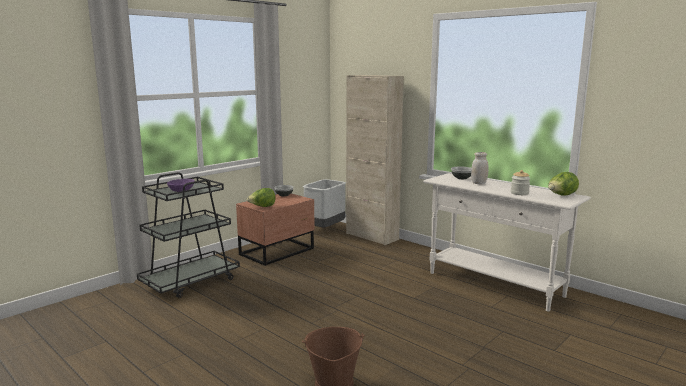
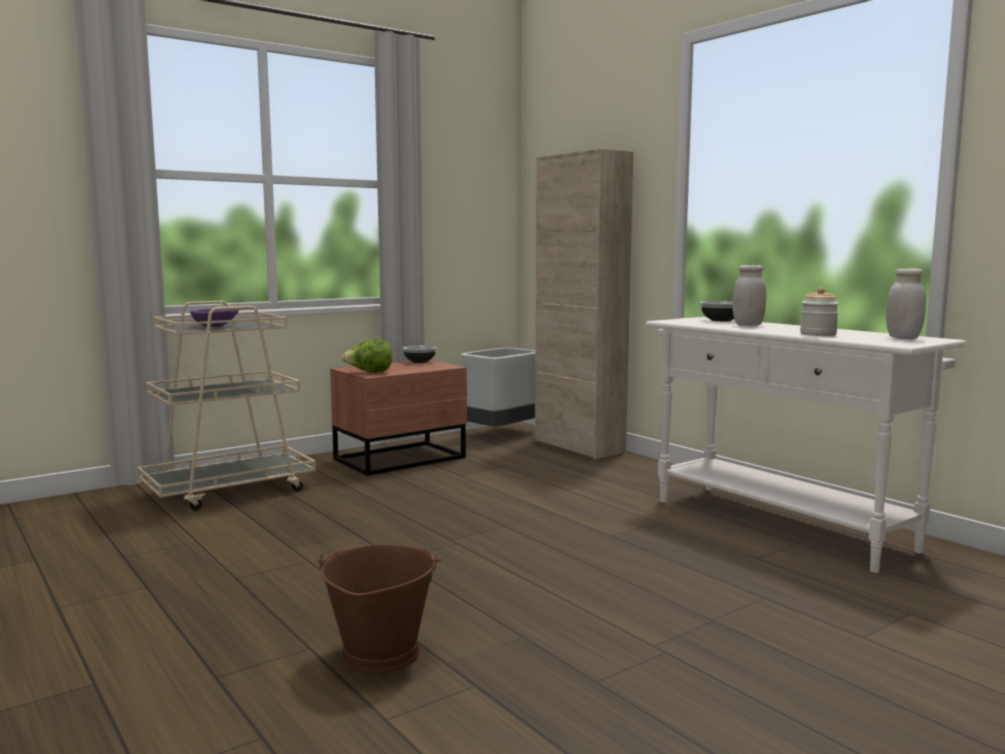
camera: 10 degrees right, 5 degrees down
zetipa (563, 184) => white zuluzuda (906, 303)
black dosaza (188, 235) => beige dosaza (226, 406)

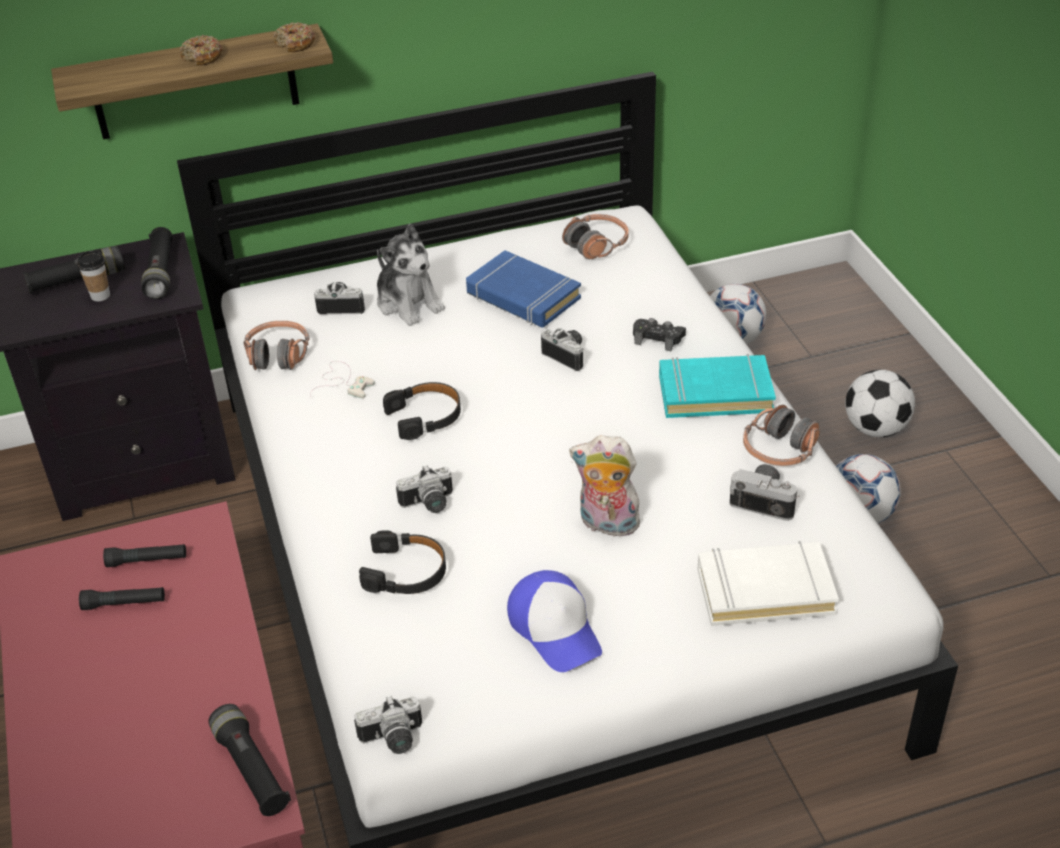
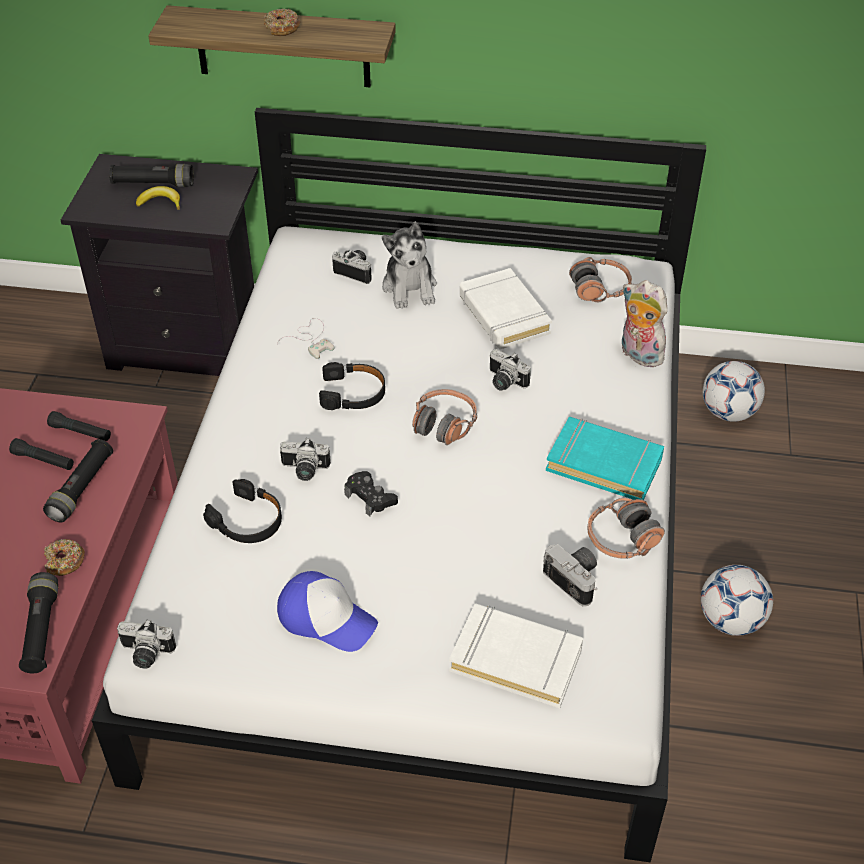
camera: 25 degrees right, 5 degrees up
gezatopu (880, 403) => nothing
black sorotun (157, 263) => black sorotun (78, 480), relocated
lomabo (276, 345) => lomabo (444, 417), relocated
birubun (294, 37) => birubun (64, 557), relocated
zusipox (604, 485) => zusipox (645, 323), relocated
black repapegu (659, 334) => black repapegu (371, 494), relocated
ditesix (93, 276) => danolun (158, 198)
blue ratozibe (523, 289) => white ratozibe (506, 308)
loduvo (554, 621) => loduvo (327, 611), 60 degrees counterclockwise
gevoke (562, 349) => gevoke (510, 370), 150 degrees clockwise

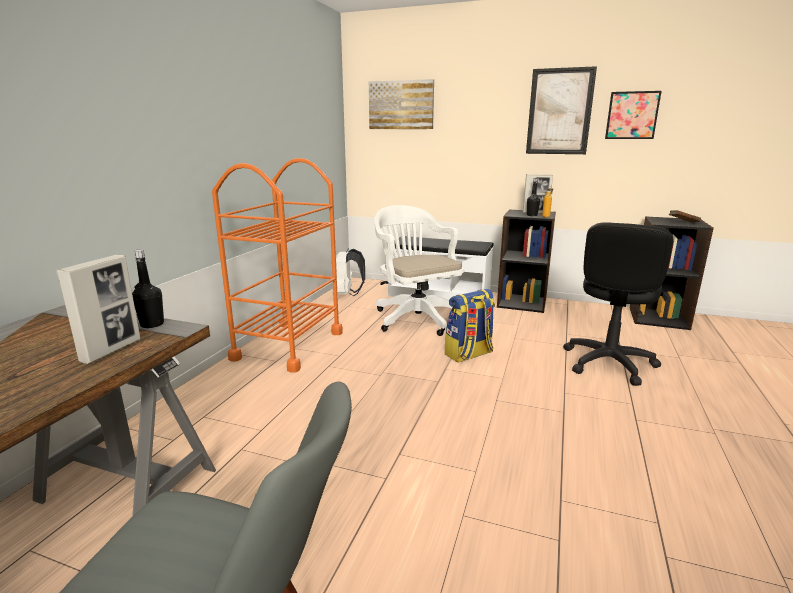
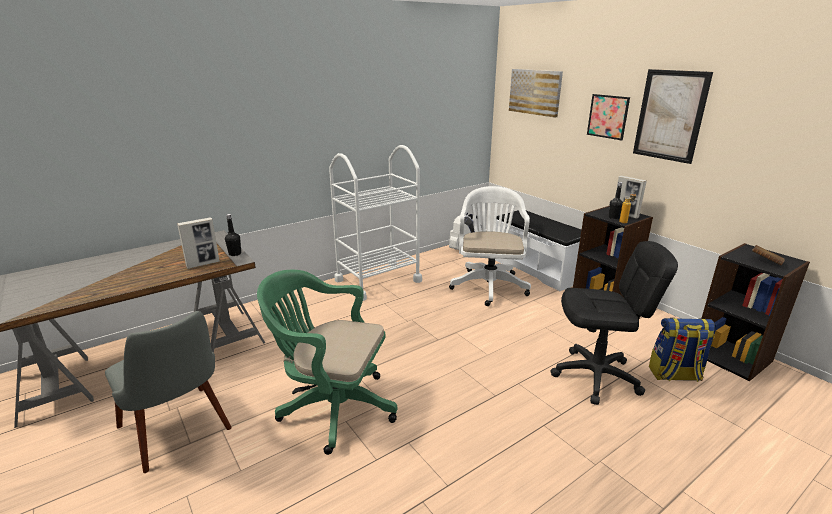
camera: 35 degrees right, 5 degrees up
nothing => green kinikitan (327, 362)
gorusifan (470, 326) => gorusifan (682, 350), relocated
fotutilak (633, 115) => fotutilak (608, 117), relocated
orange dosaza (277, 265) => white dosaza (375, 223)
black kinikitan (618, 304) => black kinikitan (614, 323), 150 degrees counterclockwise

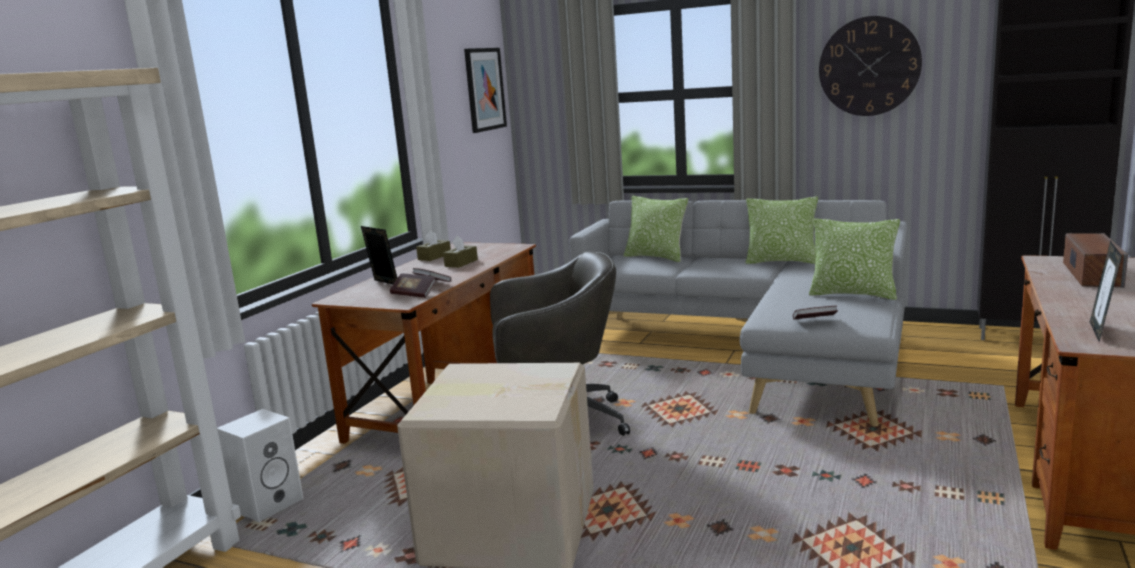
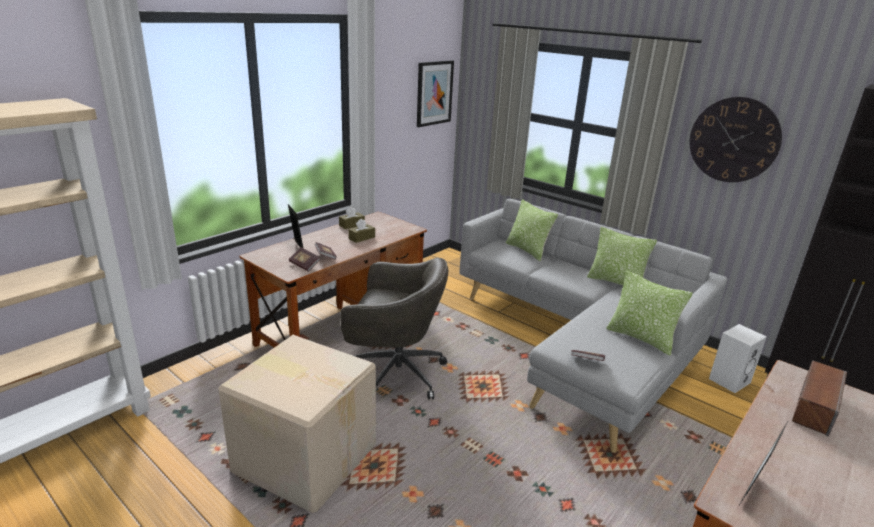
camera: 15 degrees right, 10 degrees up
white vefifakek (260, 465) => white vefifakek (738, 358), relocated

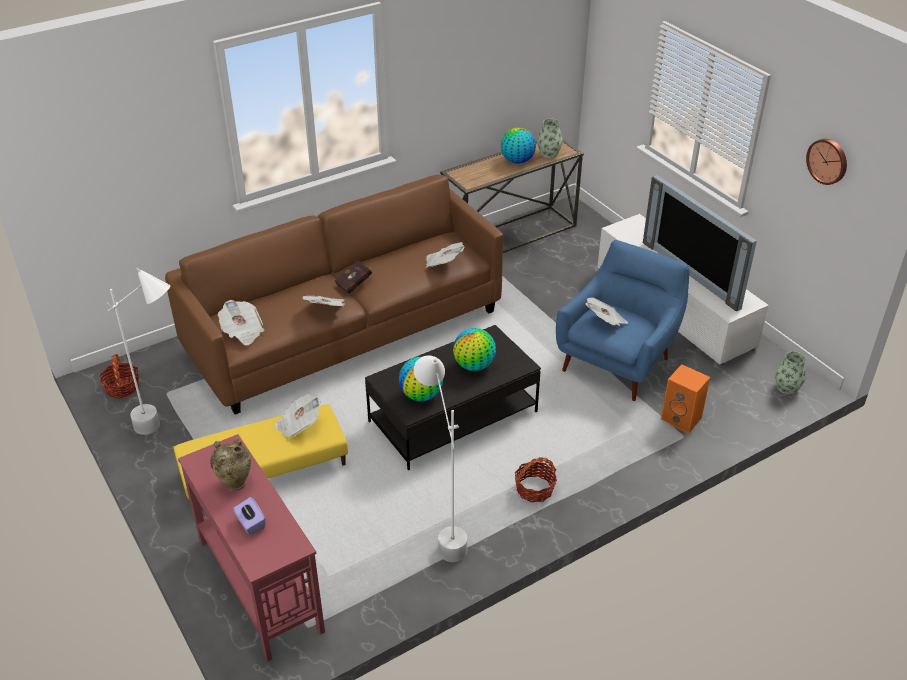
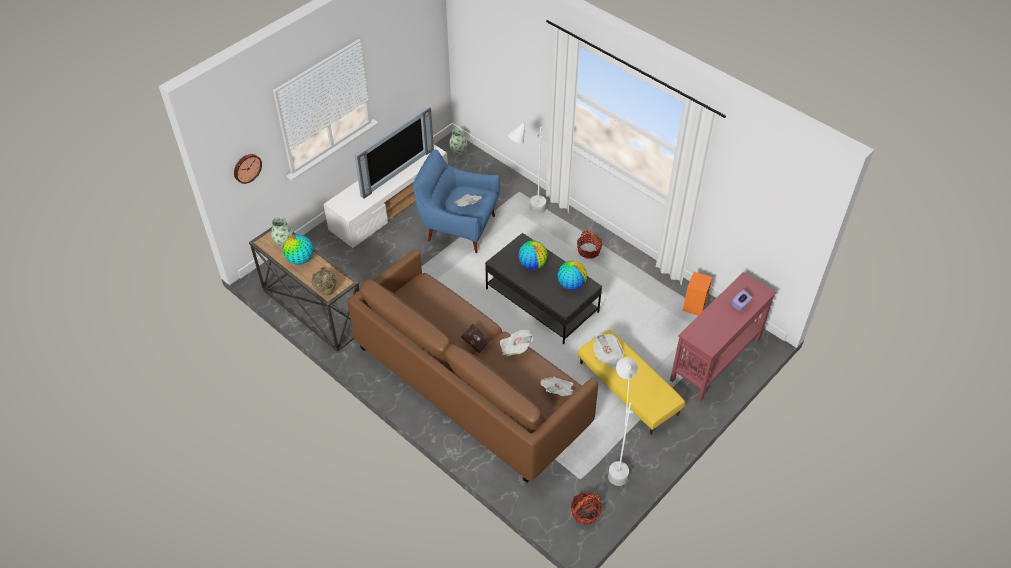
camera: 105 degrees left, 10 degrees up
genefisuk (445, 254) => nothing
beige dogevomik (231, 465) => beige dogevomik (324, 281), relocated
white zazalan (440, 458) => white zazalan (528, 167), relocated
orange vefifakek (685, 399) => orange vefifakek (697, 294), relocated
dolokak (826, 162) => dolokak (248, 169), relocated

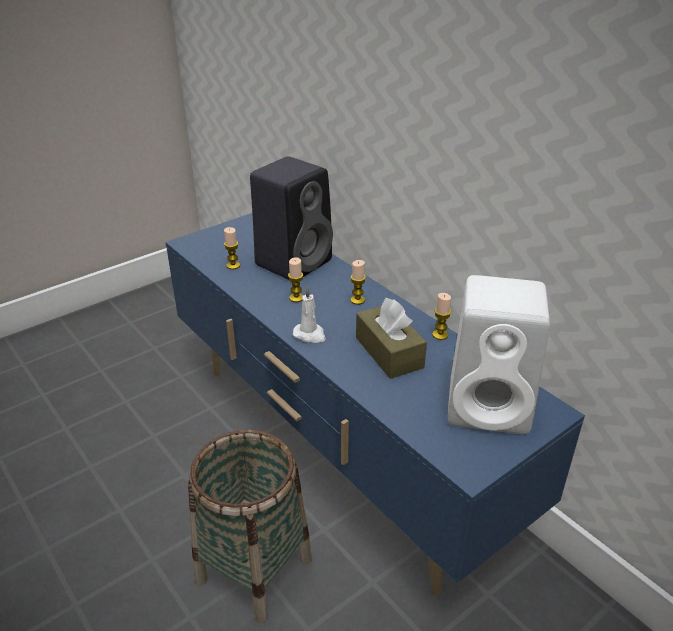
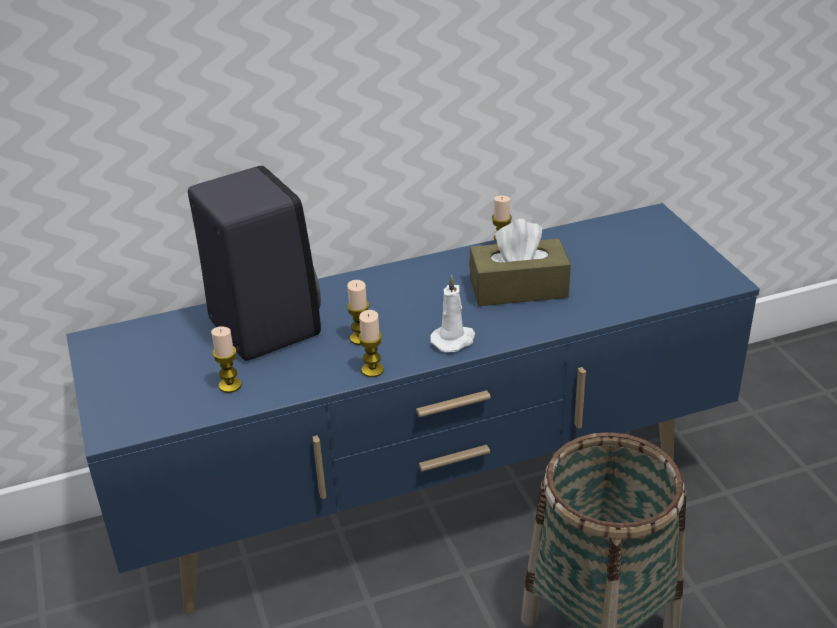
camera: 70 degrees left, 0 degrees up
white vefifakek (499, 354) => nothing
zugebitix (358, 282) => zugebitix (371, 343), relocated

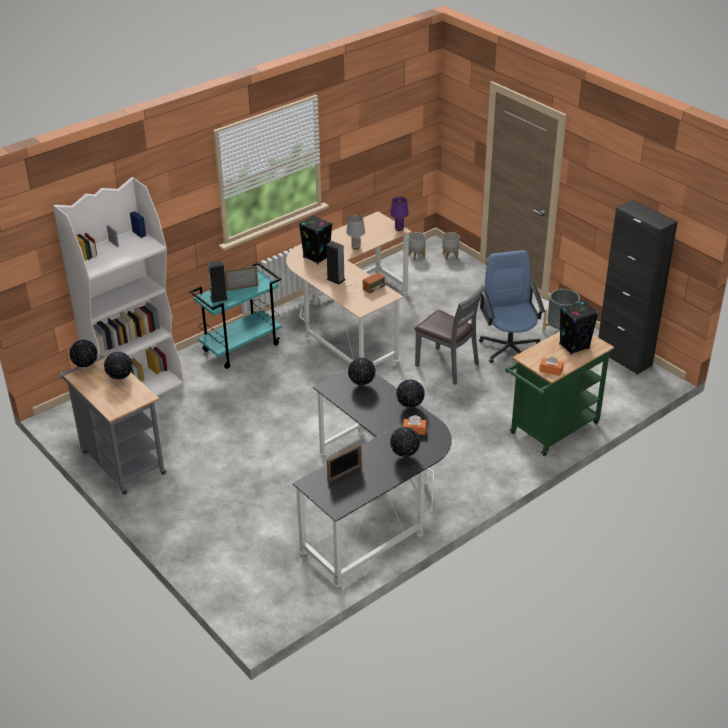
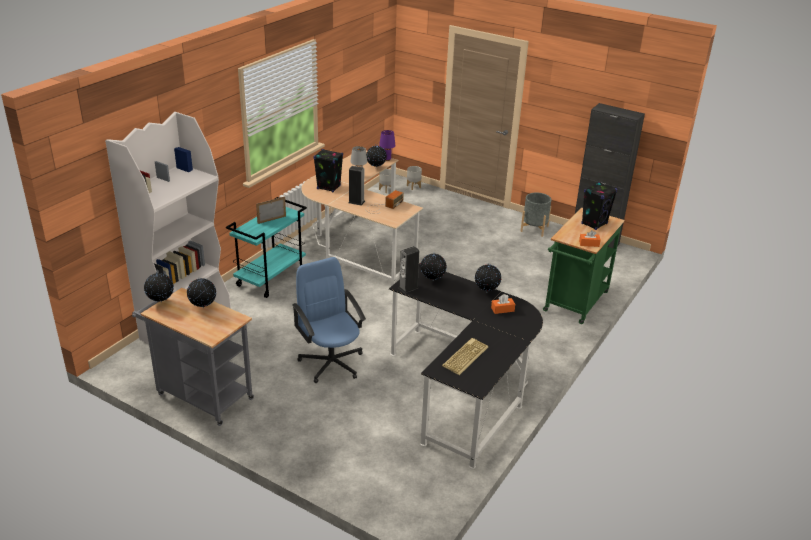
camera: 20 degrees left, 5 degrees down
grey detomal (450, 335) => nothing
vefifakek (218, 281) => vefifakek (408, 269), relocated
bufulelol (405, 442) => bufulelol (376, 157), relocated
blue kinikitan (512, 306) => blue kinikitan (329, 320), relocated
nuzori (344, 463) => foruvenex (465, 356)

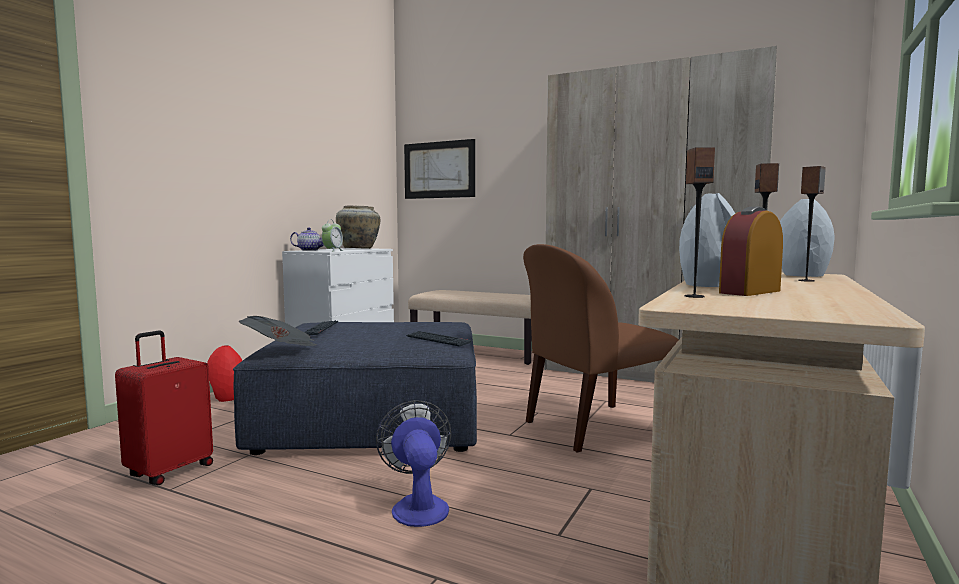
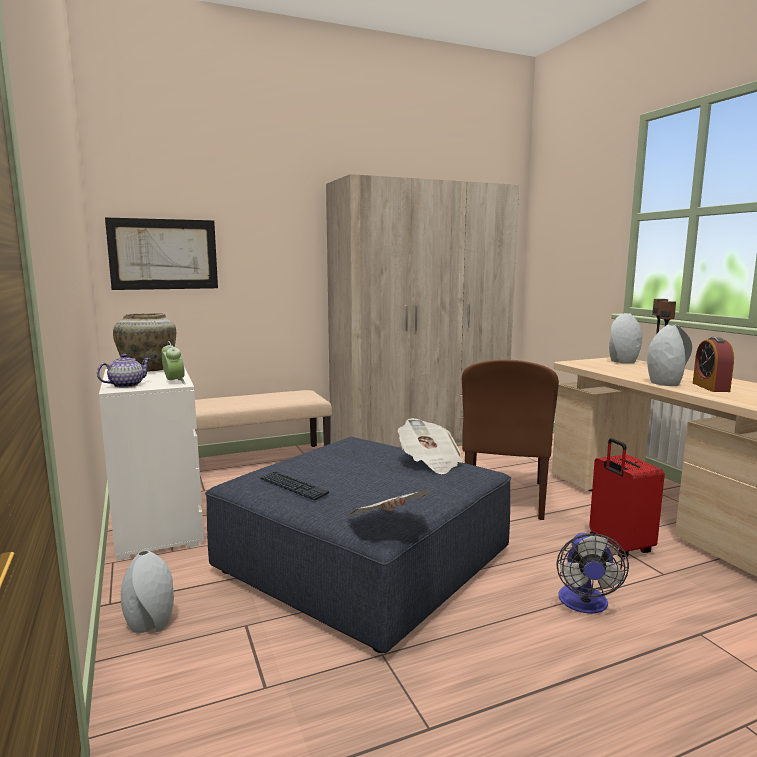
camera: 50 degrees left, 5 degrees up
vefifakek (700, 222) => nothing
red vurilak (164, 408) => red vurilak (627, 497), relocated
foruvenex (438, 339) => genefisuk (431, 446)
red dogevomik (224, 373) => grey dogevomik (147, 592)
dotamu (413, 463) => dotamu (592, 573), 105 degrees counterclockwise

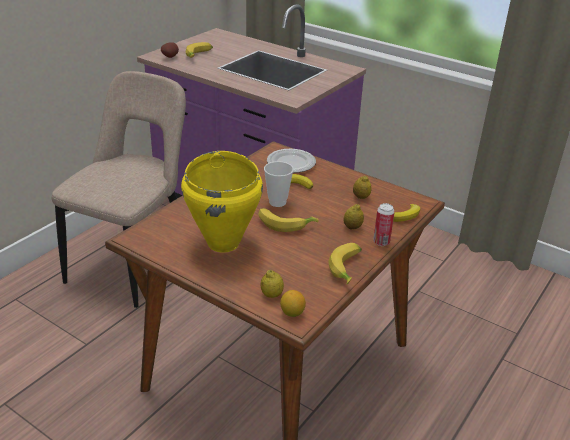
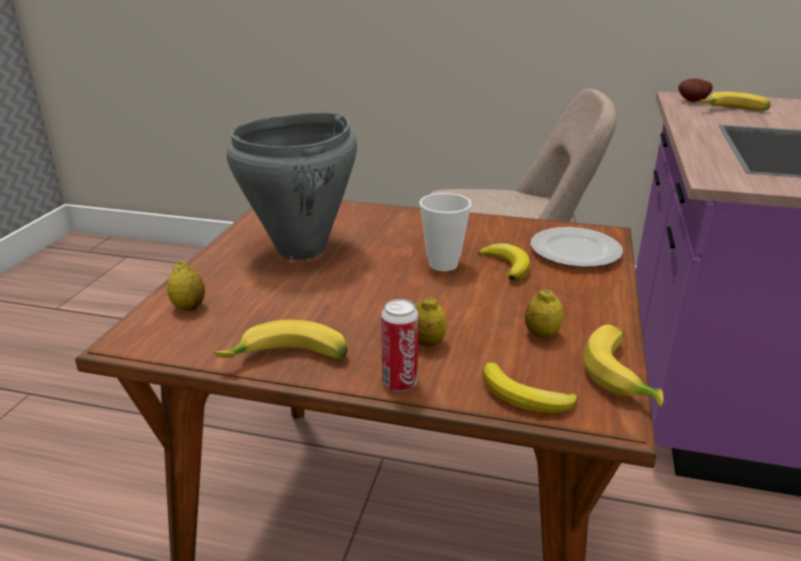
camera: 70 degrees right, 5 degrees down
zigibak (293, 303) => nothing
danolun (288, 220) => danolun (623, 366), relocated
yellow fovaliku (222, 202) => grey fovaliku (292, 186)

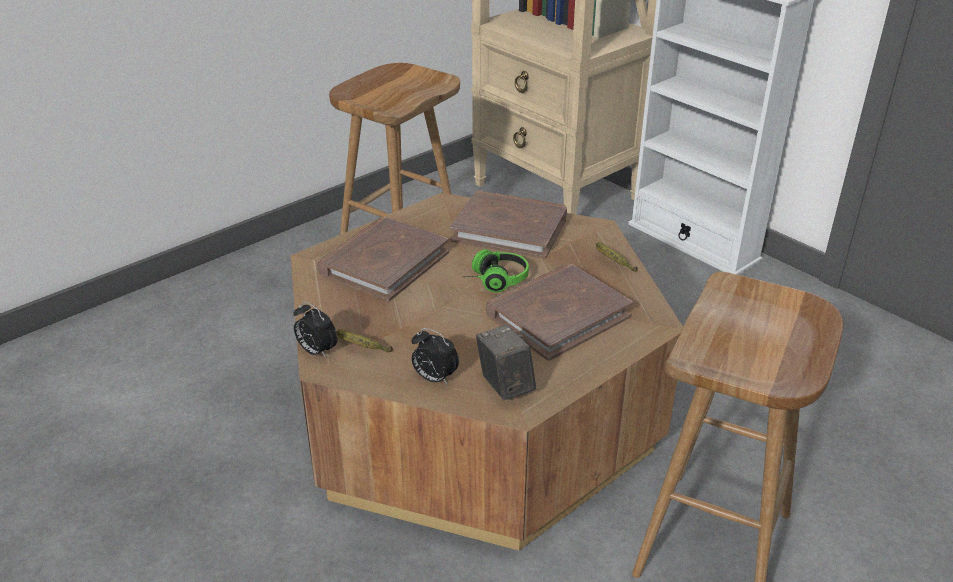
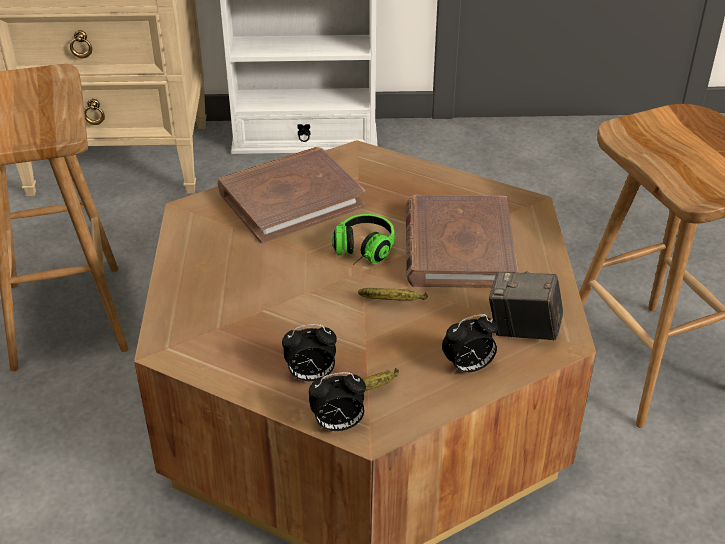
camera: 50 degrees left, 5 degrees up
brown ratozibe (383, 259) => nothing
nothing => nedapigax (309, 352)
danolun (617, 257) => danolun (393, 294), relocated

